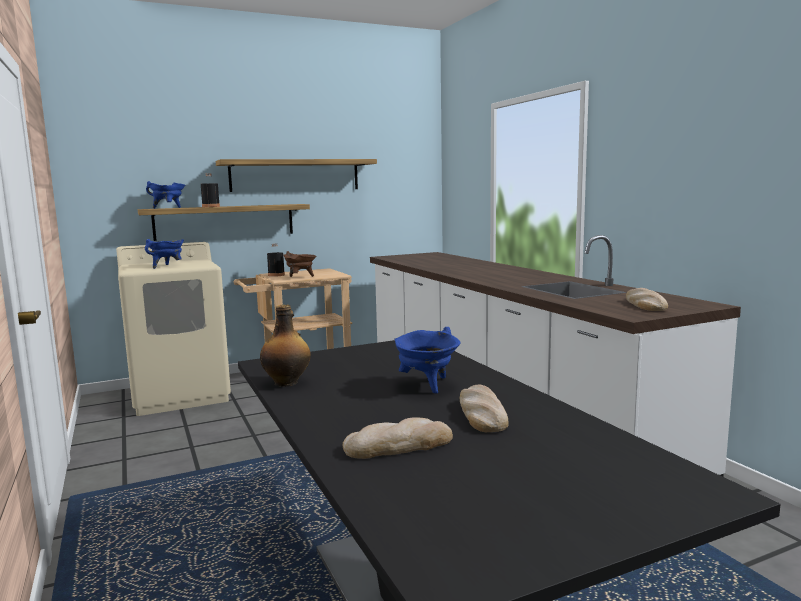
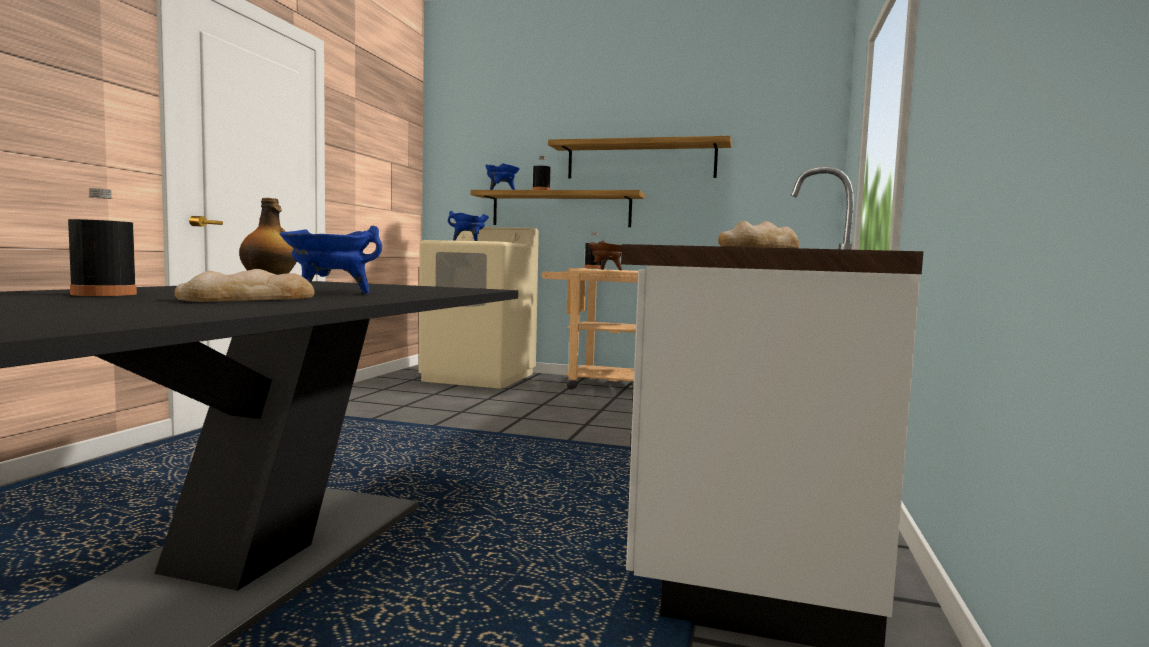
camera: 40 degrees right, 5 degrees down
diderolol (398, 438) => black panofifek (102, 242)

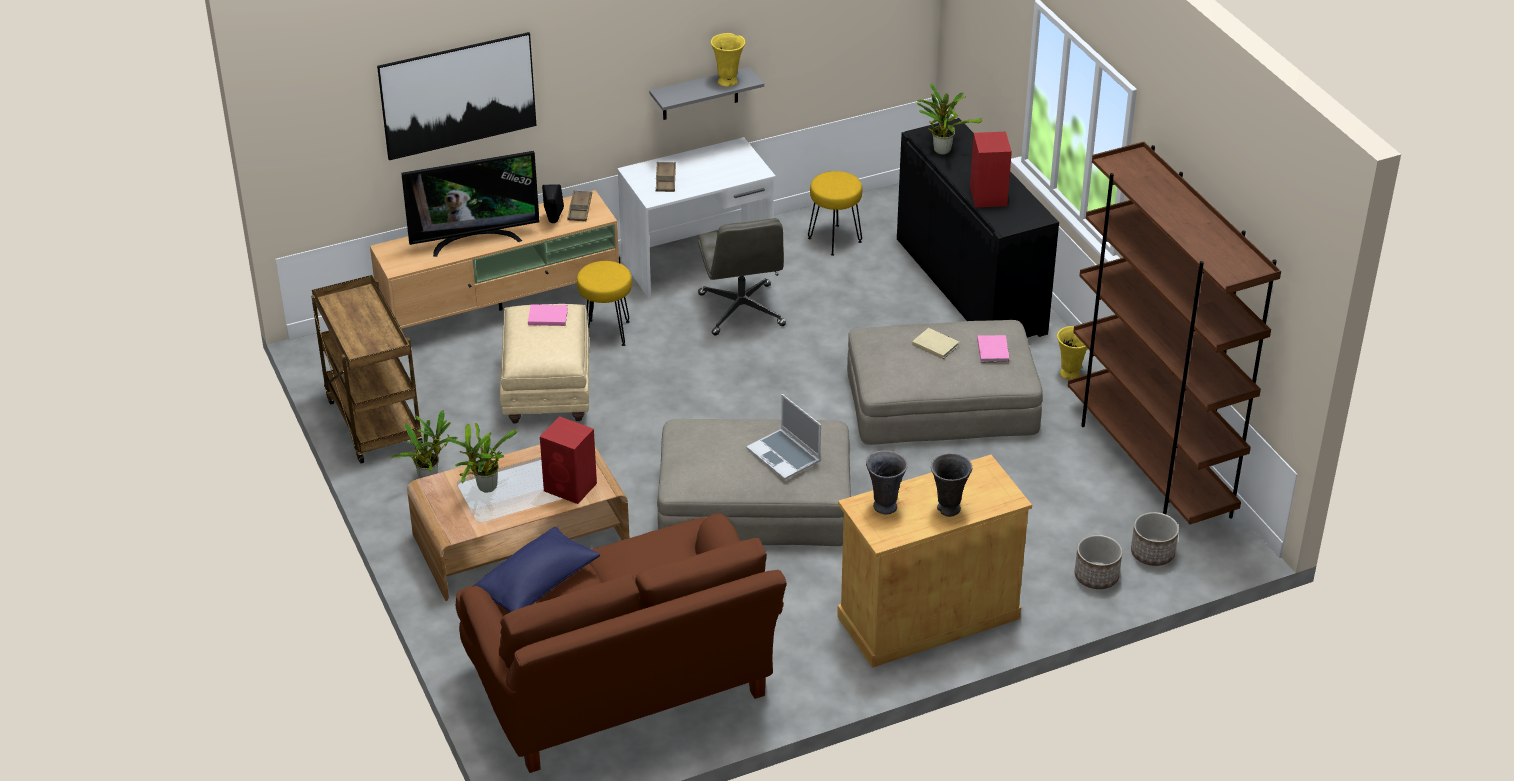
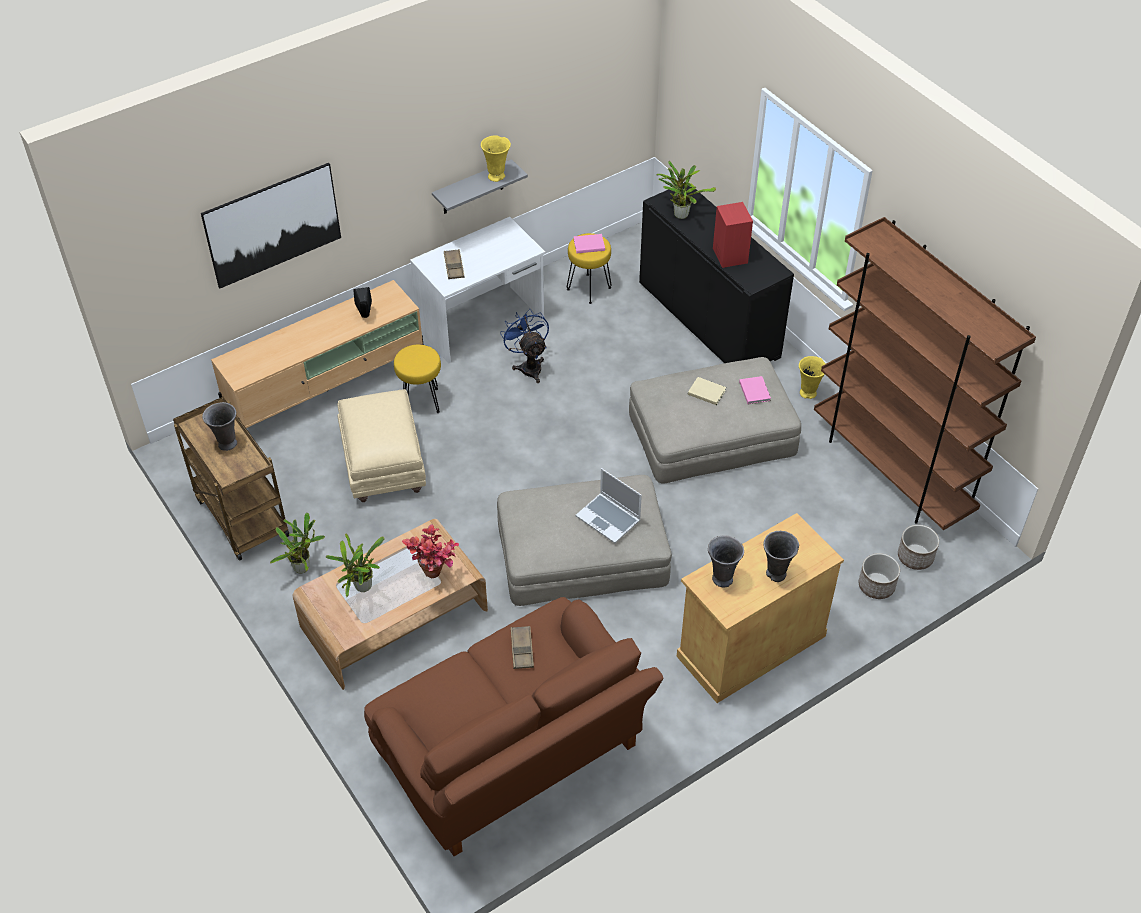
camera: 10 degrees left, 10 degrees up
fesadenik (470, 204) => nothing
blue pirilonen (536, 570) => nothing
nothing => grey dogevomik (219, 426)
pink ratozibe (548, 315) => pink ratozibe (589, 243), relocated
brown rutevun (579, 205) => brown rutevun (522, 647), relocated
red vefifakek (568, 460) => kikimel (430, 551)
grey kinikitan (742, 276) => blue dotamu (524, 346)

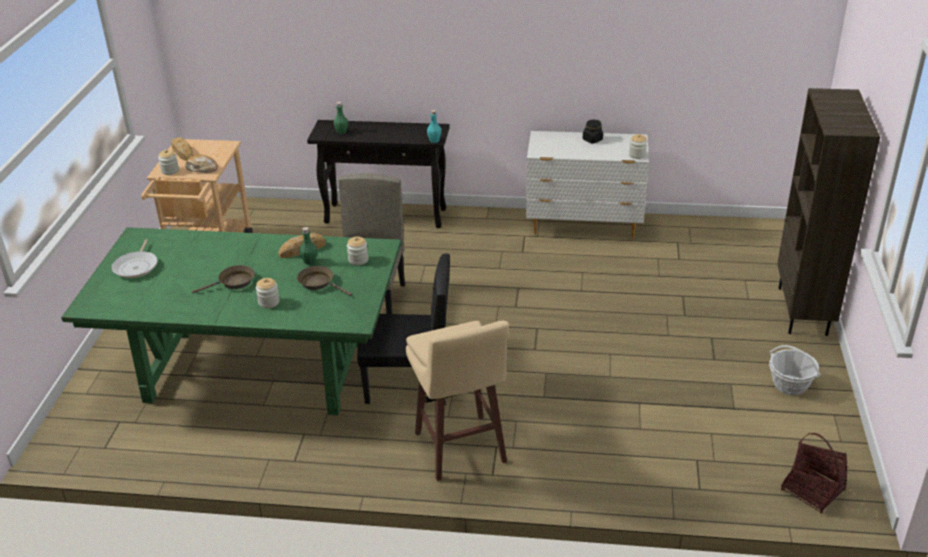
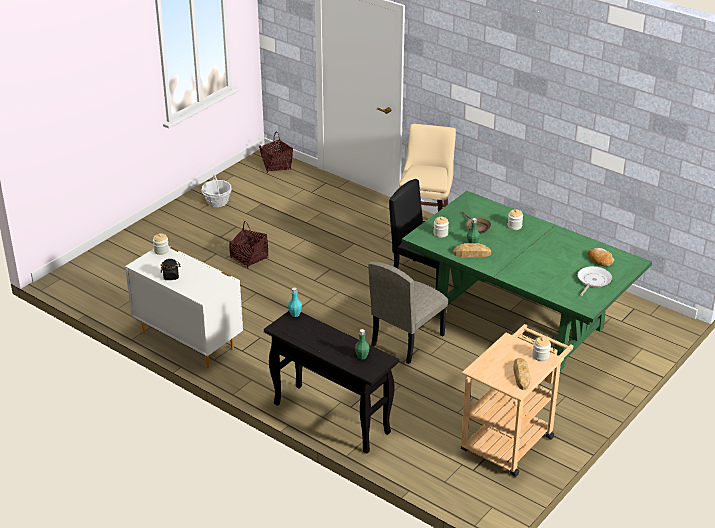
camera: 150 degrees left, 0 degrees up
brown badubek (223, 279) => nothing
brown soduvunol (828, 212) => nothing
nothing => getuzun (249, 245)
diderolol (201, 163) => diderolol (601, 257), relocated

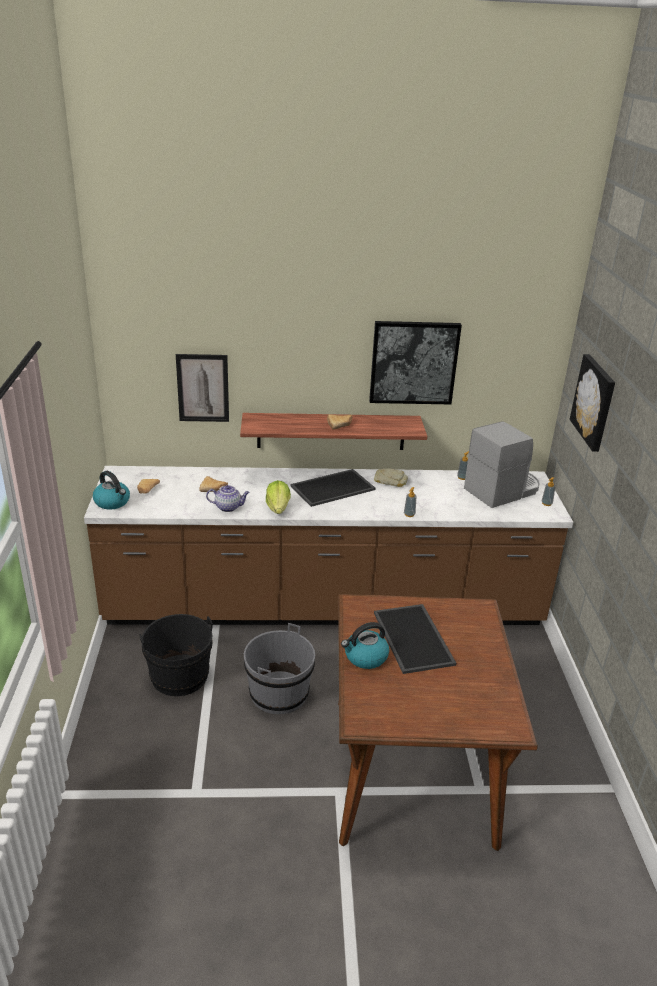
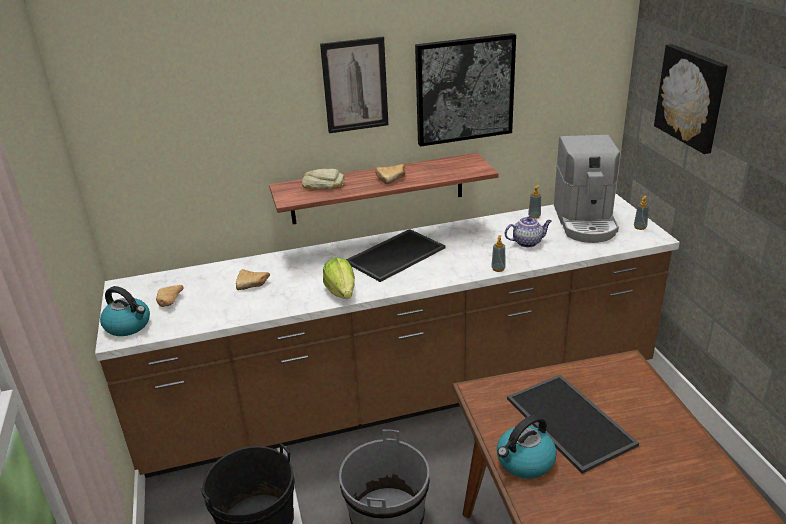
camera: 10 degrees left, 0 degrees up
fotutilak (202, 388) => fotutilak (354, 85), relocated
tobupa (228, 498) => tobupa (528, 232), relocated
diderolol (391, 477) => diderolol (323, 179), relocated
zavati (502, 464) => zavati (587, 189), 135 degrees clockwise

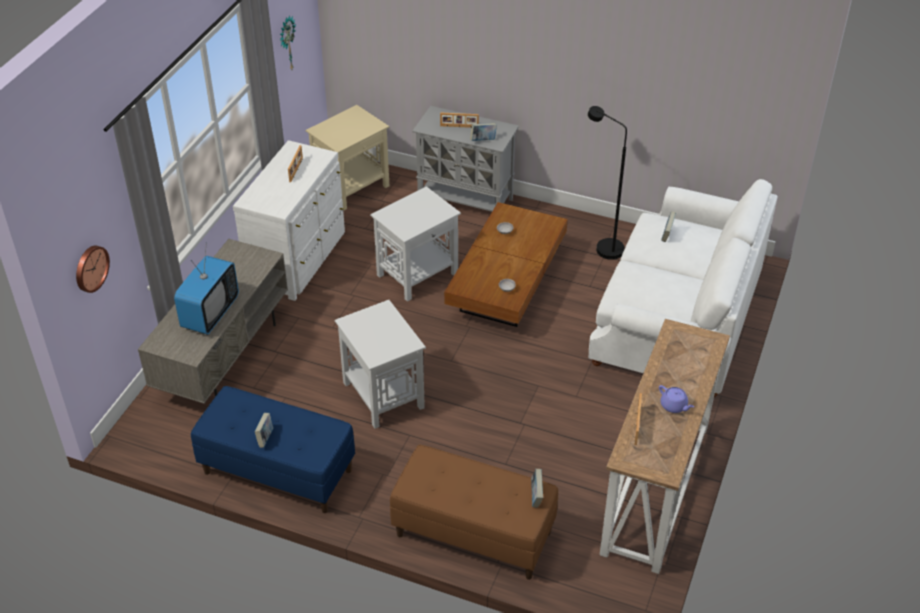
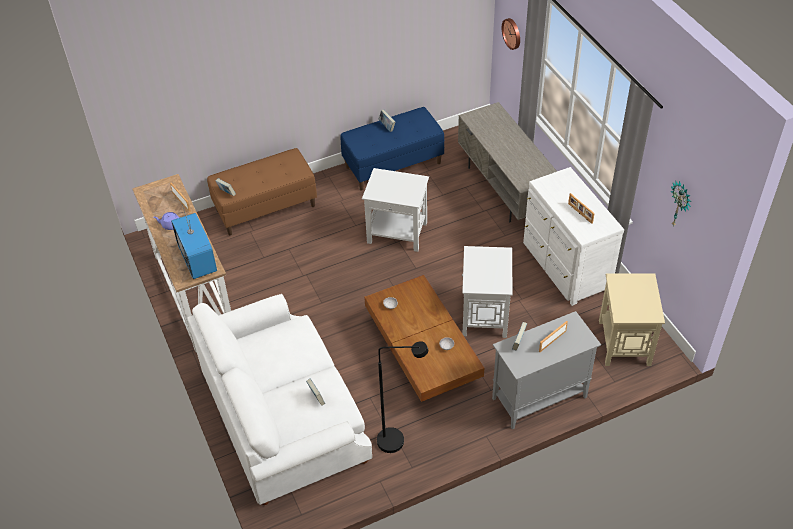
camera: 135 degrees right, 5 degrees up
fesadenik (206, 288) => fesadenik (194, 241), relocated

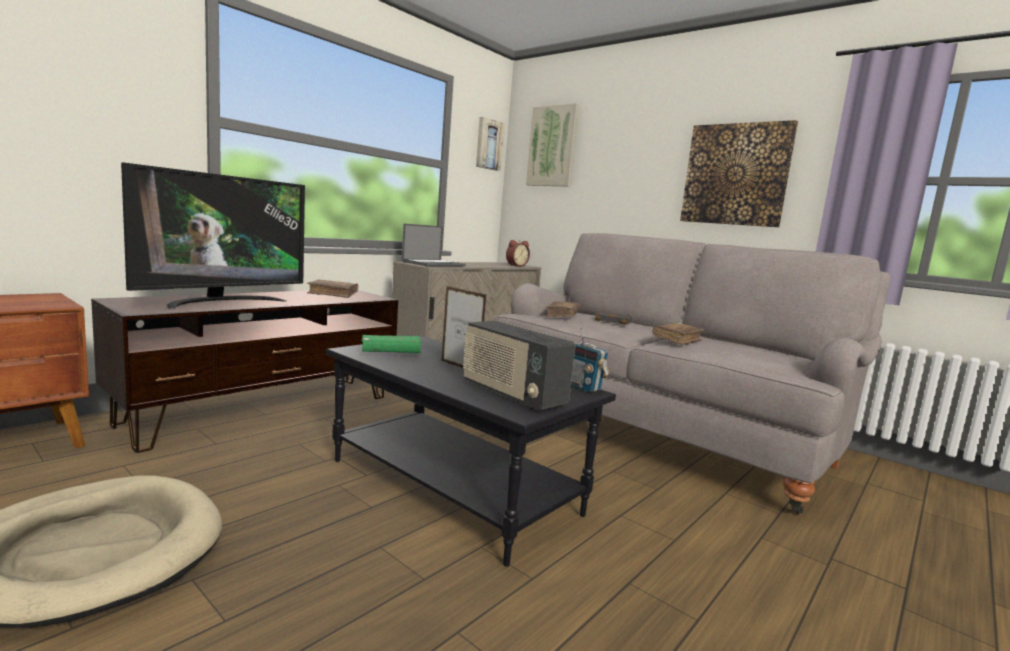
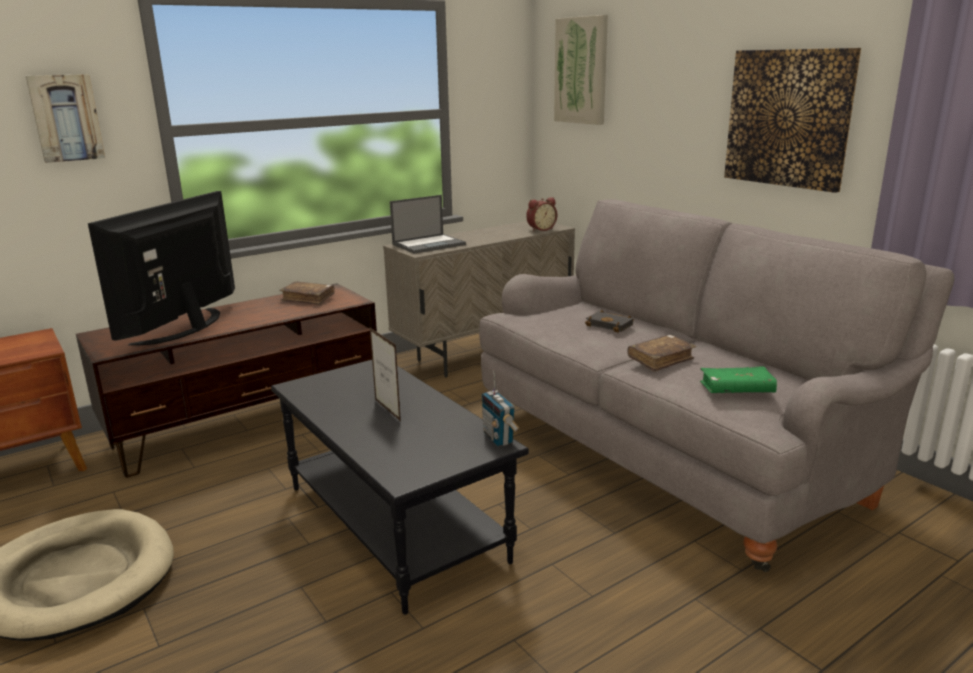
camera: 15 degrees right, 10 degrees up
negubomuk (519, 365) => nothing
brown ratozibe (562, 309) => nothing
green ratozibe (391, 344) => green ratozibe (738, 380), relocated
fotutilak (490, 144) => fotutilak (65, 118), relocated
fesadenik (213, 235) => fesadenik (161, 268), 150 degrees clockwise

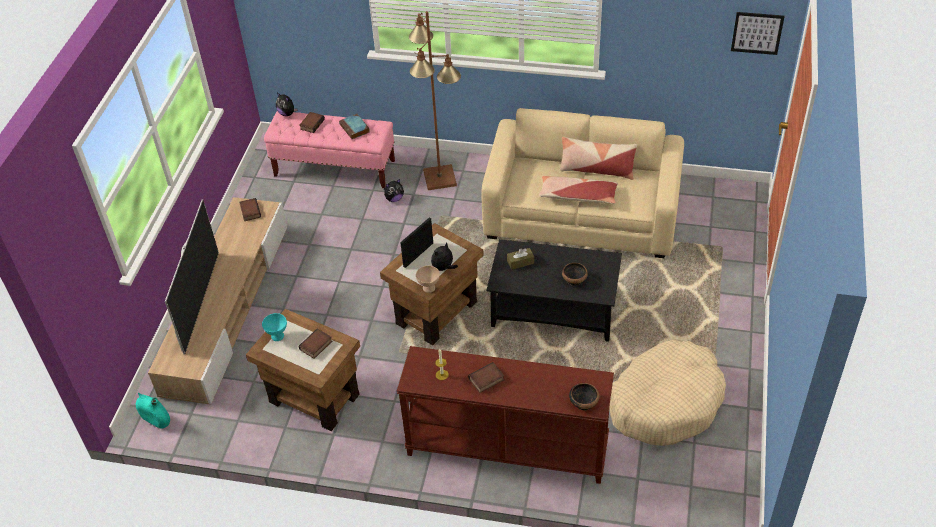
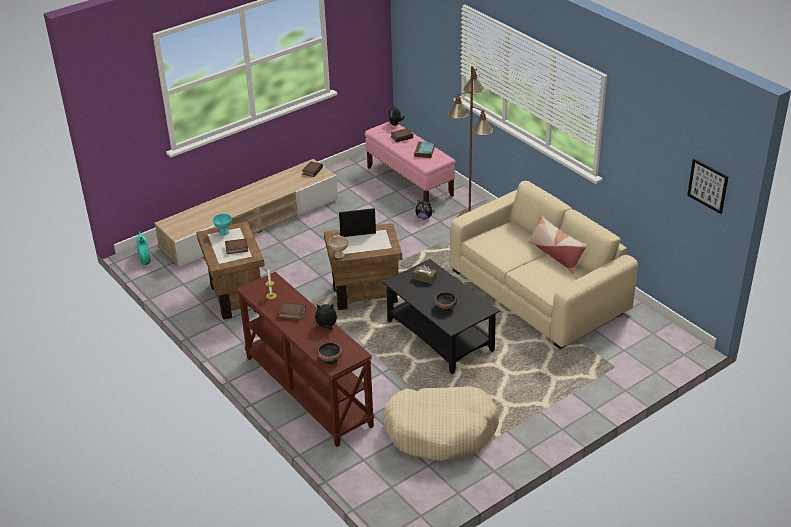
camera: 40 degrees right, 10 degrees down
fesadenik (192, 276) => nothing
pirilonen (578, 190) => nothing
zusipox (444, 256) => zusipox (325, 317), relocated

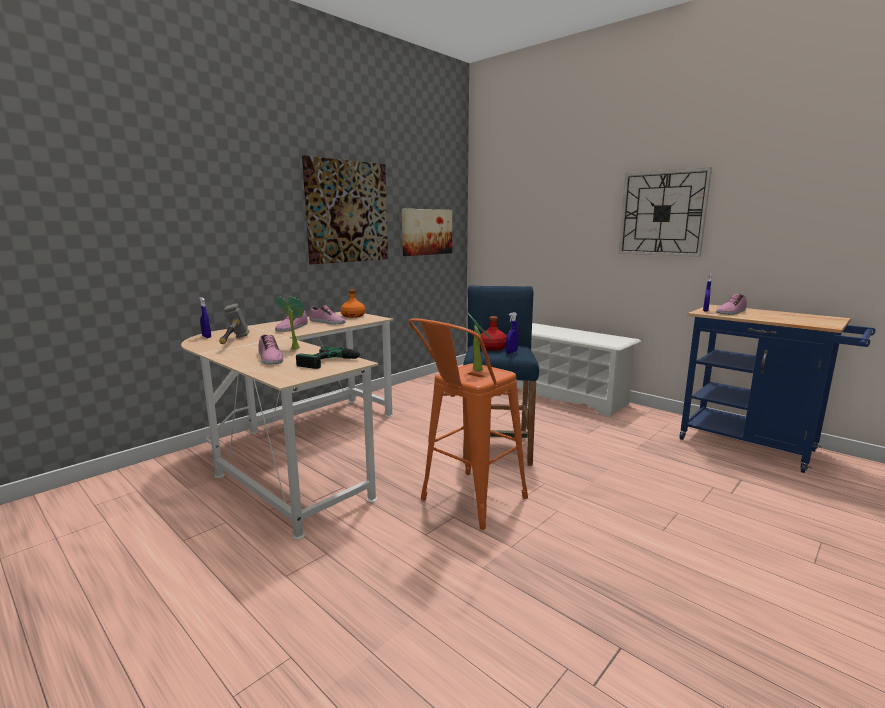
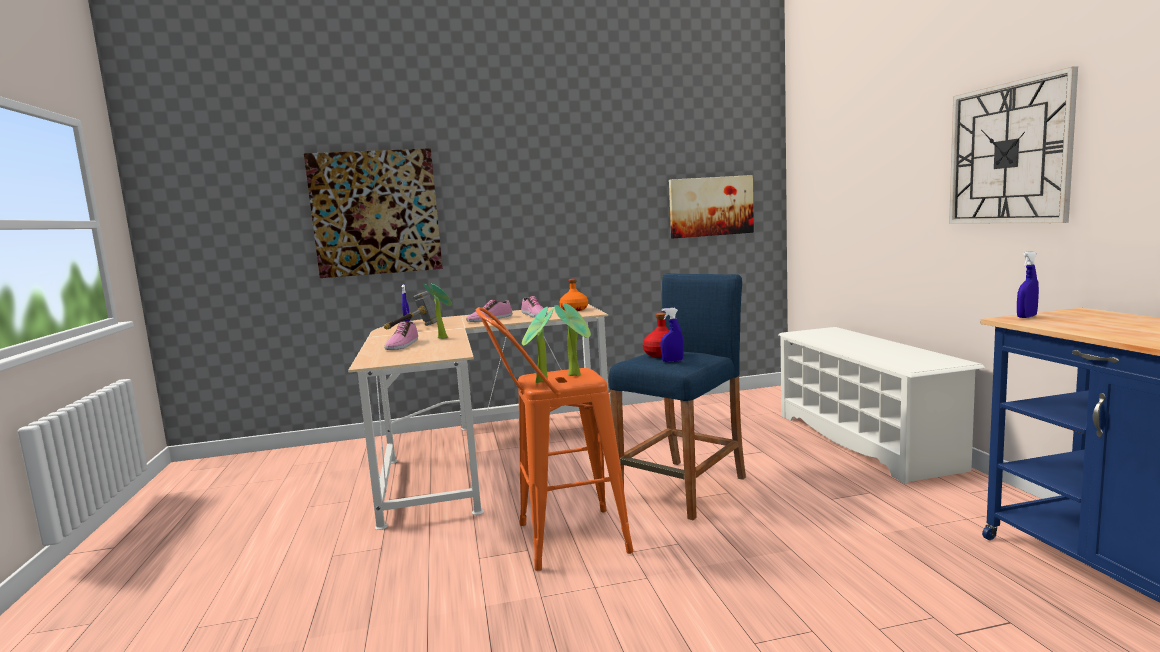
camera: 35 degrees right, 5 degrees down
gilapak (332, 357) => nothing
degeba (731, 304) => nothing
nothing => kikimel (538, 345)
fotutilak (345, 209) => fotutilak (373, 213), relocated

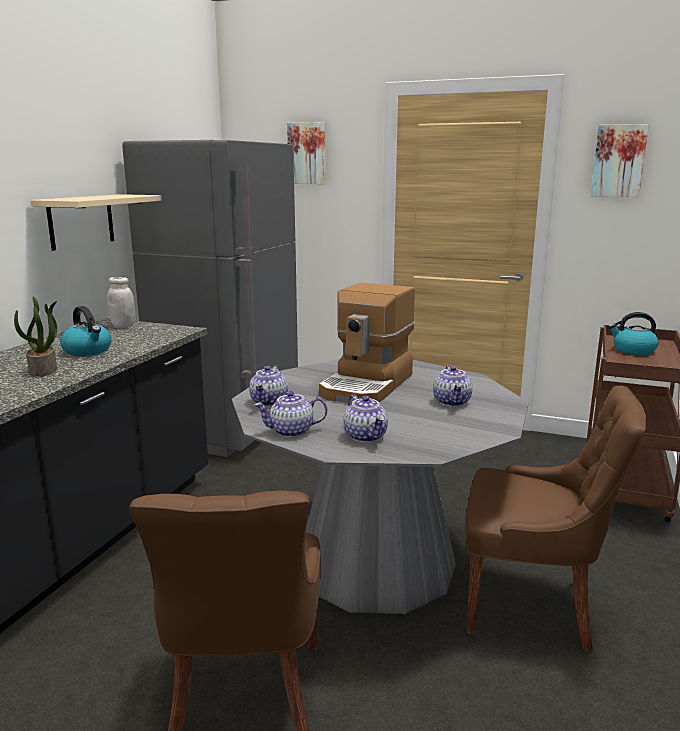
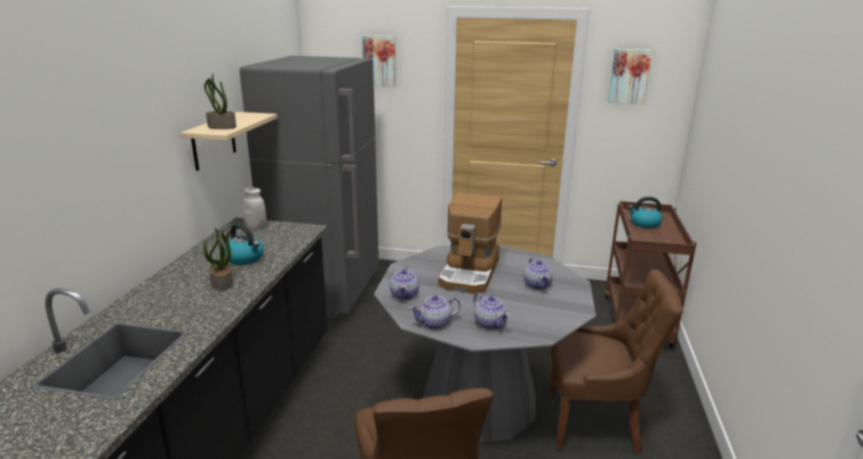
camera: 10 degrees left, 5 degrees up
nothing => kikimel (220, 101)

